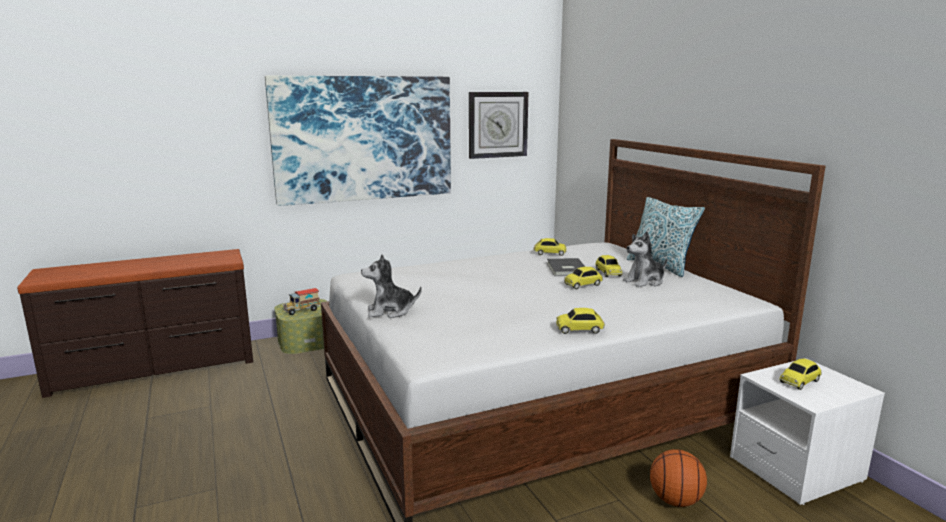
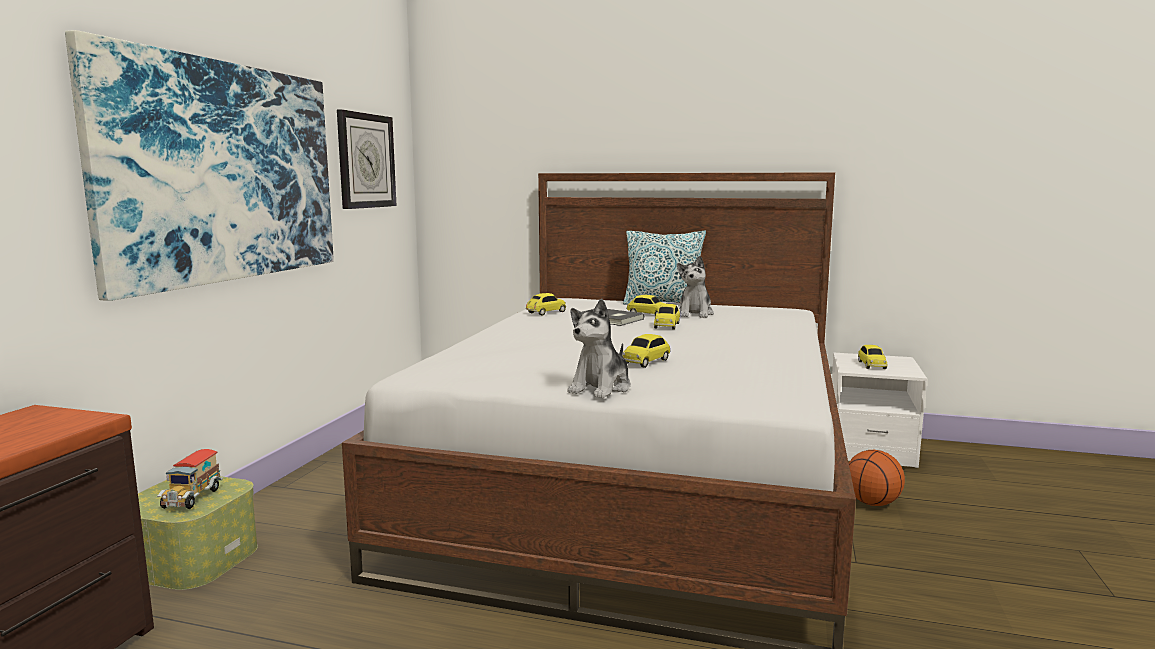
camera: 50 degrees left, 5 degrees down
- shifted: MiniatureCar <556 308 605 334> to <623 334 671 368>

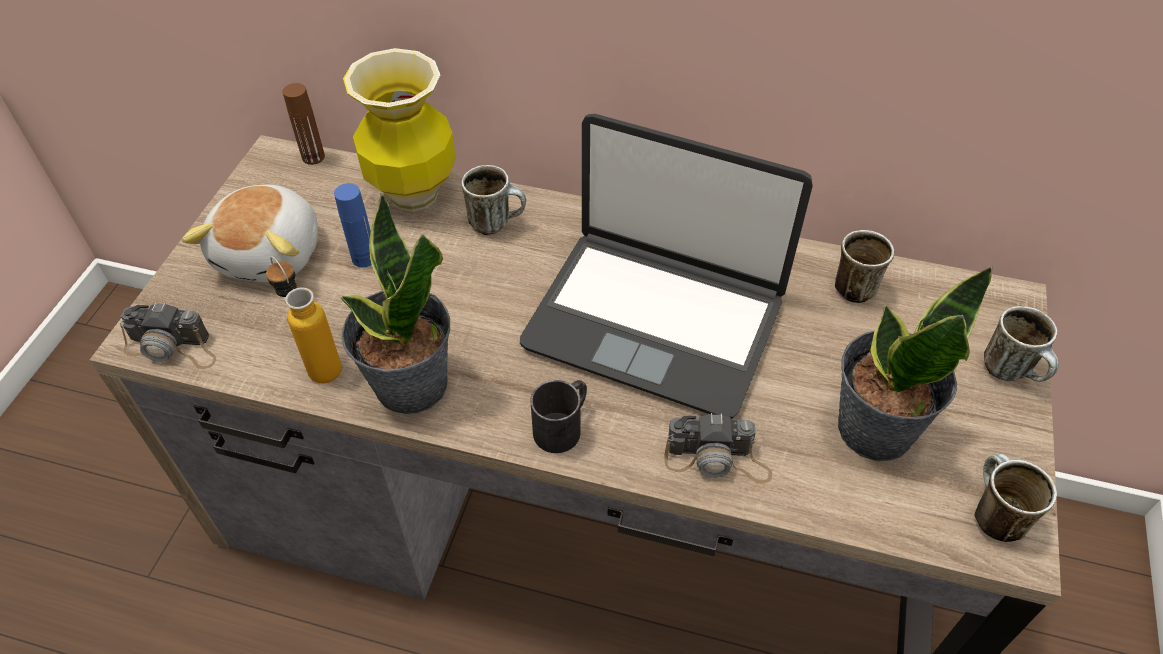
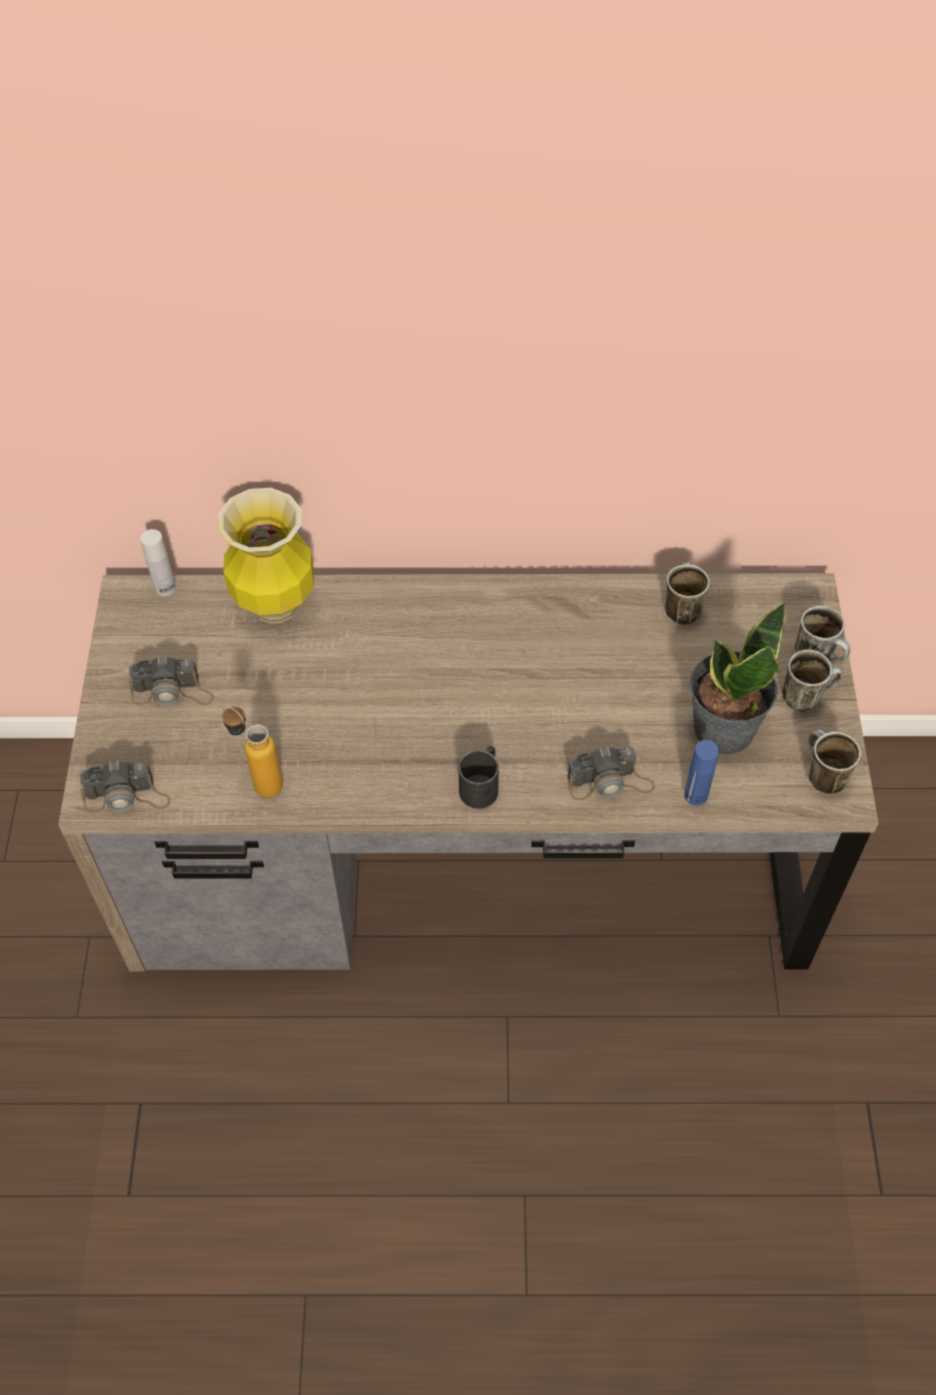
camera: 15 degrees left, 5 degrees up
- repainted: BrownColouredBeverageBottle <283 83 325 165> to WhiteColouredBeverageBottle <140 529 176 596>
- gone: PortableComputer <520 114 813 419>
- shifted: Mug <461 165 526 235> to <782 649 843 712>
- shifted: BluishBeverageBottle <334 183 372 267> to <684 740 719 806>
- swapped: CuddlyToy <182 185 318 282> to PhotoCamera <129 656 214 705>
- gone: PlantInAPot <340 193 450 414>

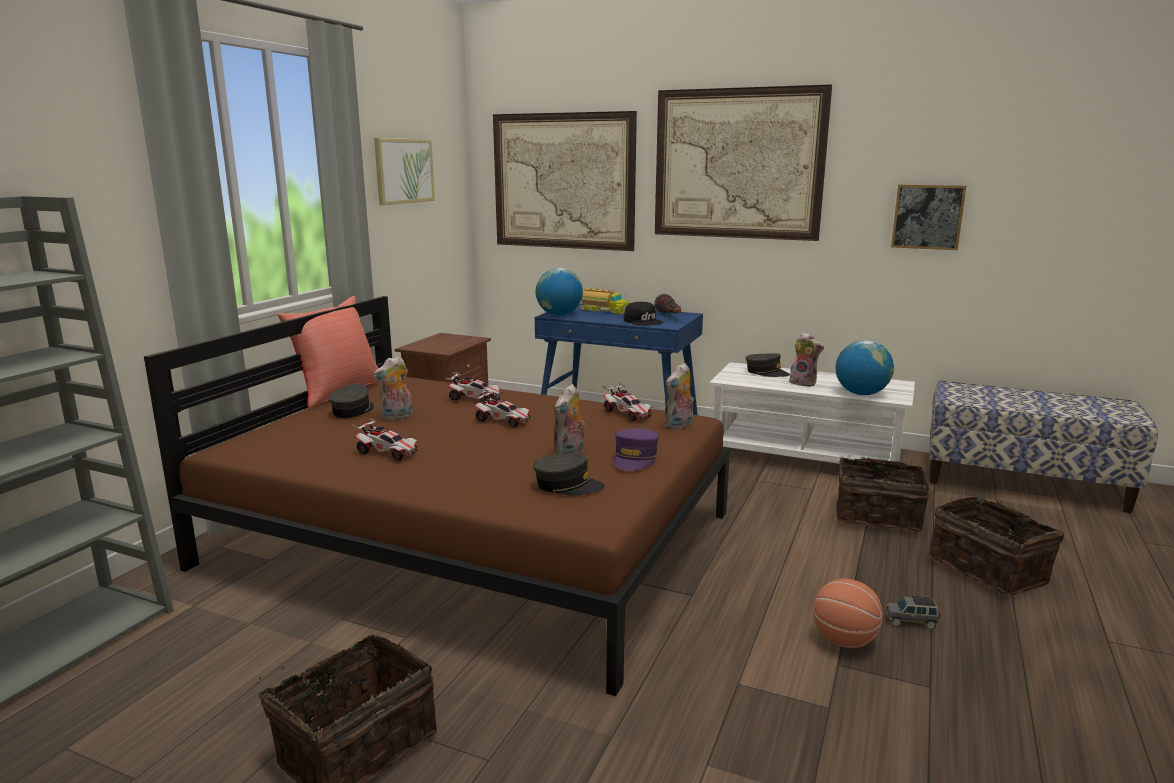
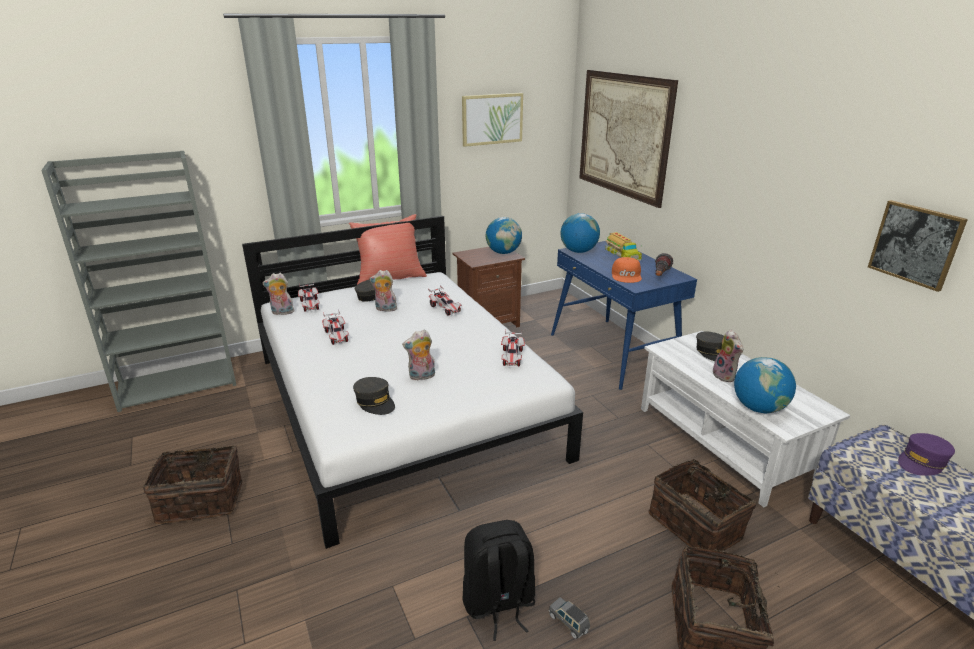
camera: 40 degrees right, 10 degrees up
- gone: Picture <655 84 832 241>
- repainted: BrownColouredSleepingBed <144 296 730 696> to WhiteColouredSleepingBed <242 216 583 549>
- repainted: BlackColouredBaseballCap <624 302 663 326> to OrangeBaseballCap <612 257 642 283>
- shifted: CuddlyToy <664 363 694 430> to <262 273 294 315>
- shifted: MiniatureCar <472 390 532 428> to <298 282 319 312>
- shifted: PurpleBaseballCap <613 428 659 471> to <898 433 955 476>
- swapped: Basketball <813 579 883 648> to BlackColouredBackpack <462 520 535 641>
- new: Globe <486 217 522 254>

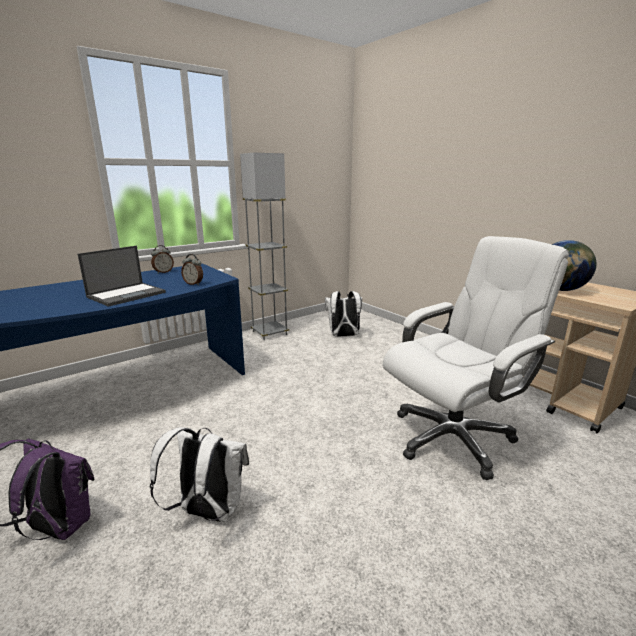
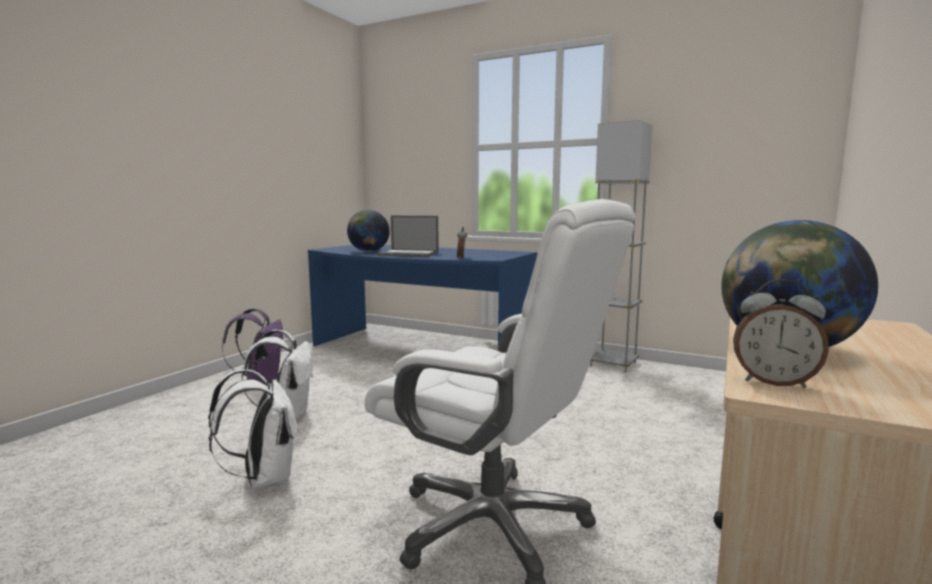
camera: 65 degrees right, 10 degrees down
- shifted: AlarmClock <151 245 174 273> to <733 279 829 388>
- shifted: WhiteColouredBackpack <325 291 362 337> to <208 369 297 490>
- new: Globe <347 210 390 252>

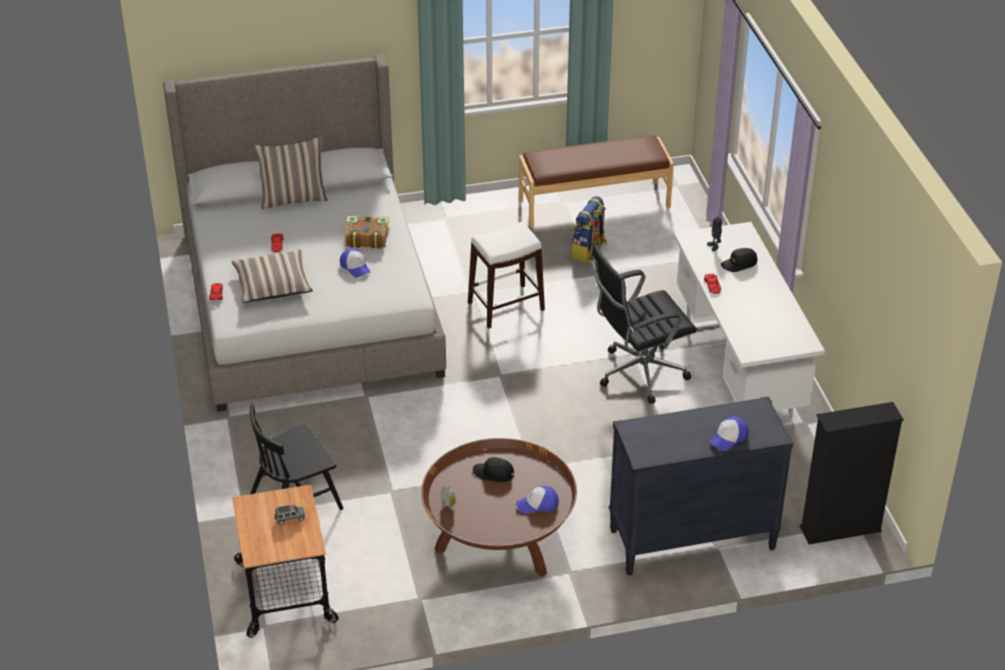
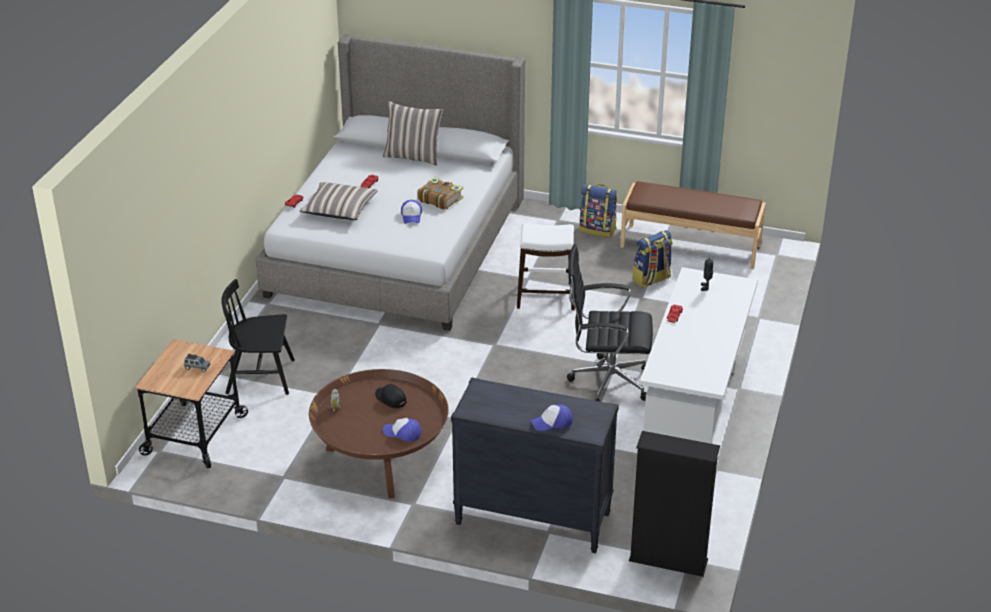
camera: 30 degrees right, 5 degrees down
- gone: BlackColouredBaseballCap <721 248 758 272>
- new: Backpack <579 184 617 238>

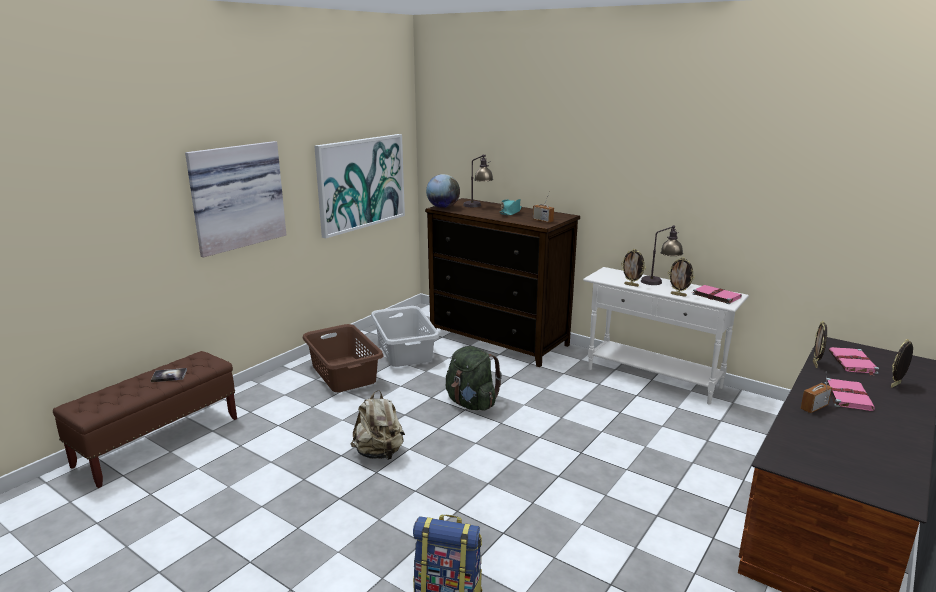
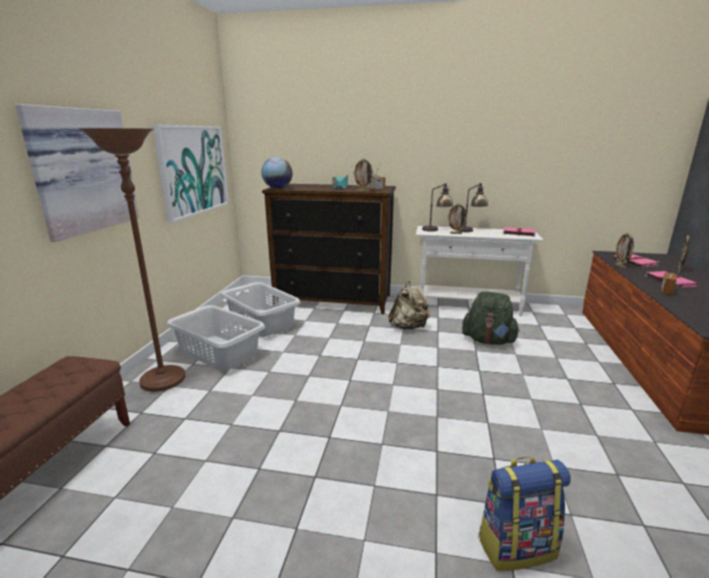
camera: 25 degrees left, 0 degrees up
- shifted: LampForATable <463 155 493 207> to <422 183 453 232>
- shifted: PhotoFrame <668 257 695 297> to <353 158 374 191>
- repainted: BrownColouredHamper <303 324 384 392> to GrayHamper <167 305 265 371>
- shifted: GreenColouredBackpack <446 346 502 411> to <462 291 520 345>
- gone: Volume <151 368 187 382>
- shifted: BeigeBackpack <350 390 405 460> to <388 281 431 329>
- new: BrownColouredStandardLamp <78 128 185 392>

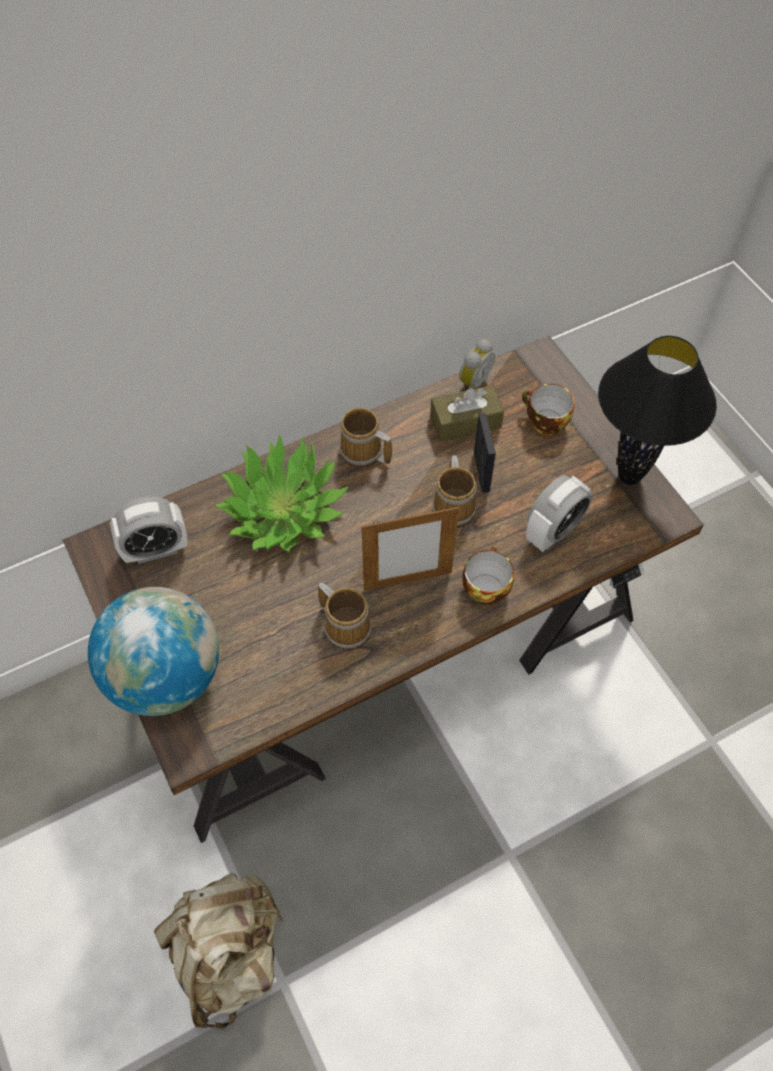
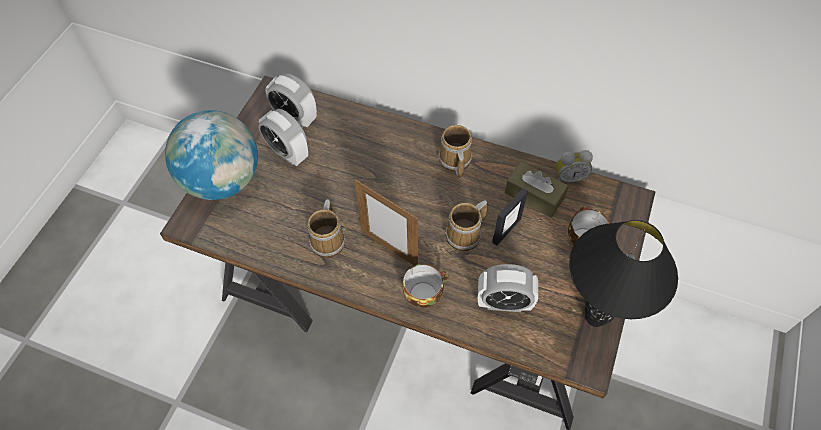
camera: 50 degrees right, 0 degrees up
- gone: PlantInAPot <214 434 349 552>
- gone: BeigeBackpack <154 873 283 1030>
- new: AlarmClock <258 109 308 166>

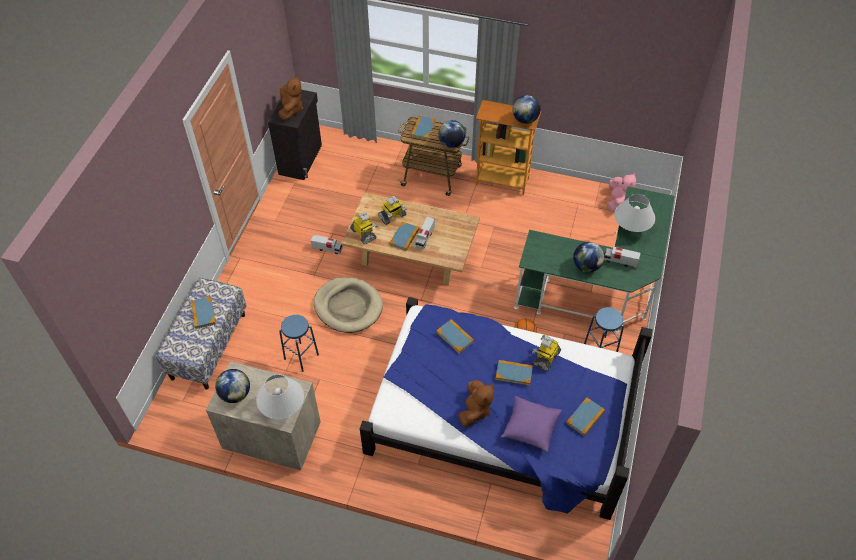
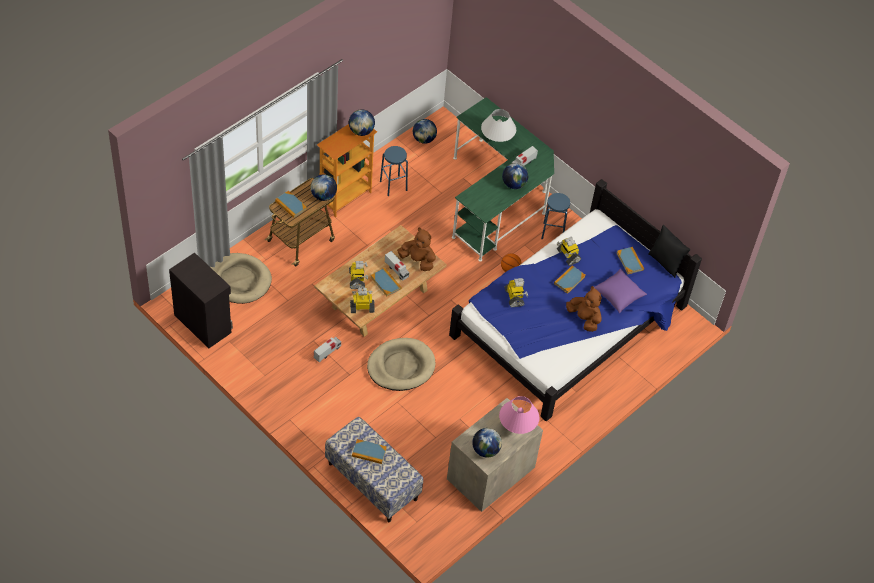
camera: 65 degrees left, 0 degrees up
- shifted: BrownColouredCuddlyToy <278 76 303 120> to <397 227 436 271>
- swapped: PinkColouredCuddlyToy <607 172 636 212> to Globe <413 119 437 144>
- shifted: BluishStool <279 315 319 372> to <380 146 408 196>
- swapped: Volume <436 319 474 353> to RobotFigure <505 278 528 307>
- repainted: WhiteColouredLampForATable <256 374 304 419> to PinkColouredLampForATable <499 396 539 434>
- new: BlackColouredCushion <648 225 690 278>
- new: BeigePetBed <211 253 272 304>

